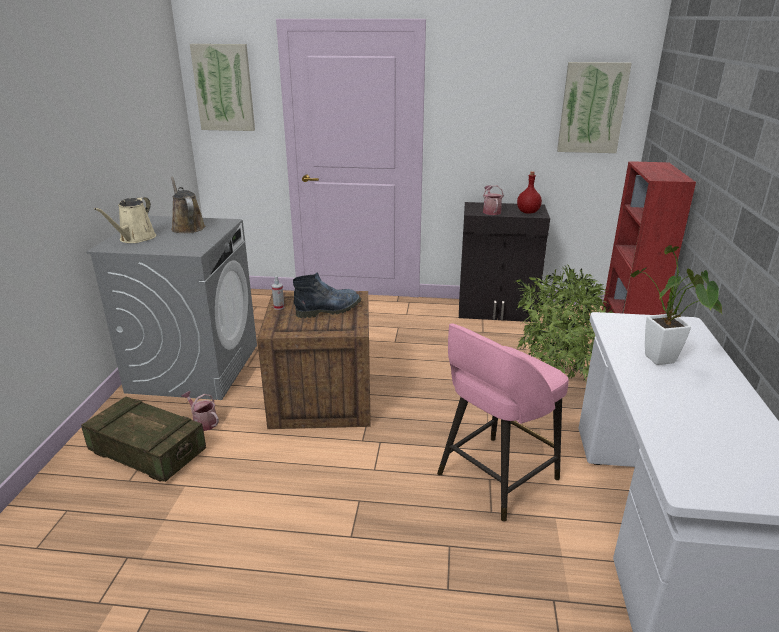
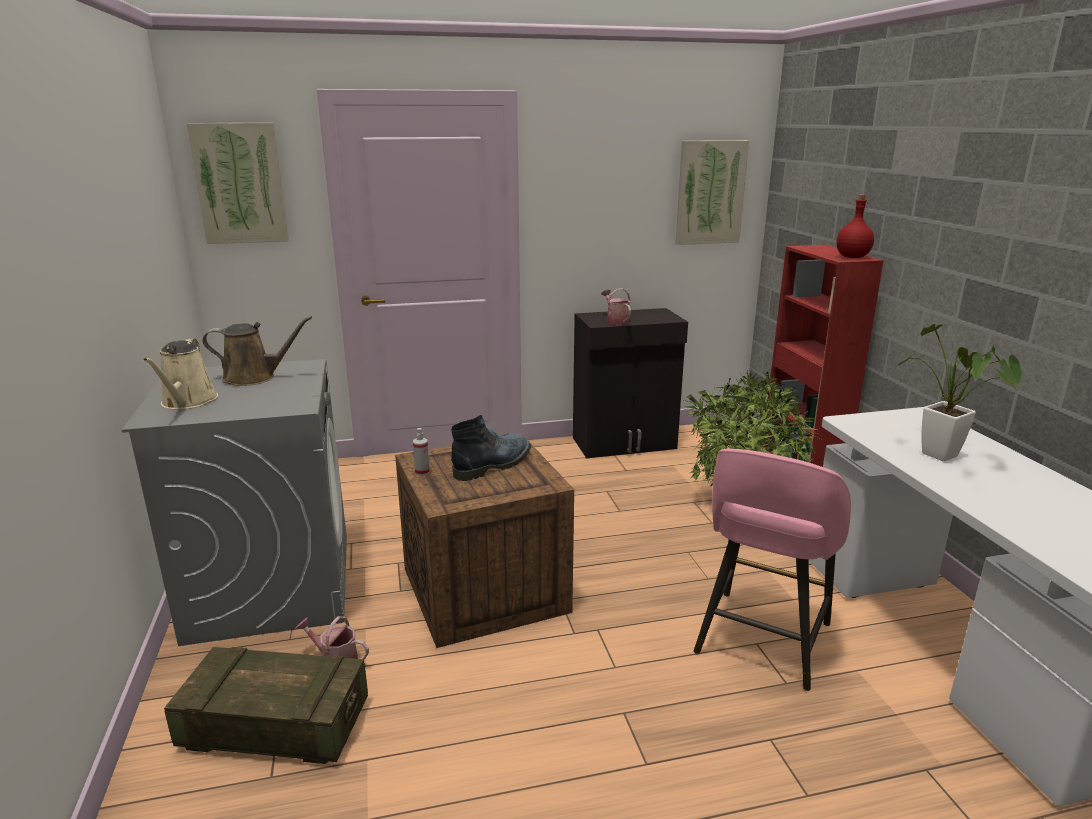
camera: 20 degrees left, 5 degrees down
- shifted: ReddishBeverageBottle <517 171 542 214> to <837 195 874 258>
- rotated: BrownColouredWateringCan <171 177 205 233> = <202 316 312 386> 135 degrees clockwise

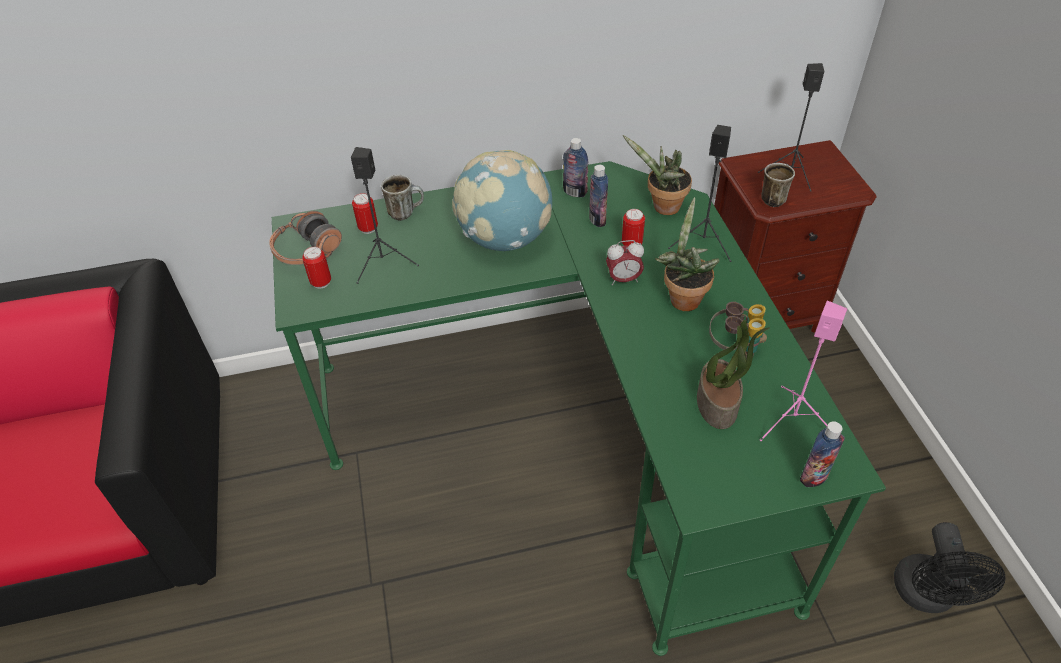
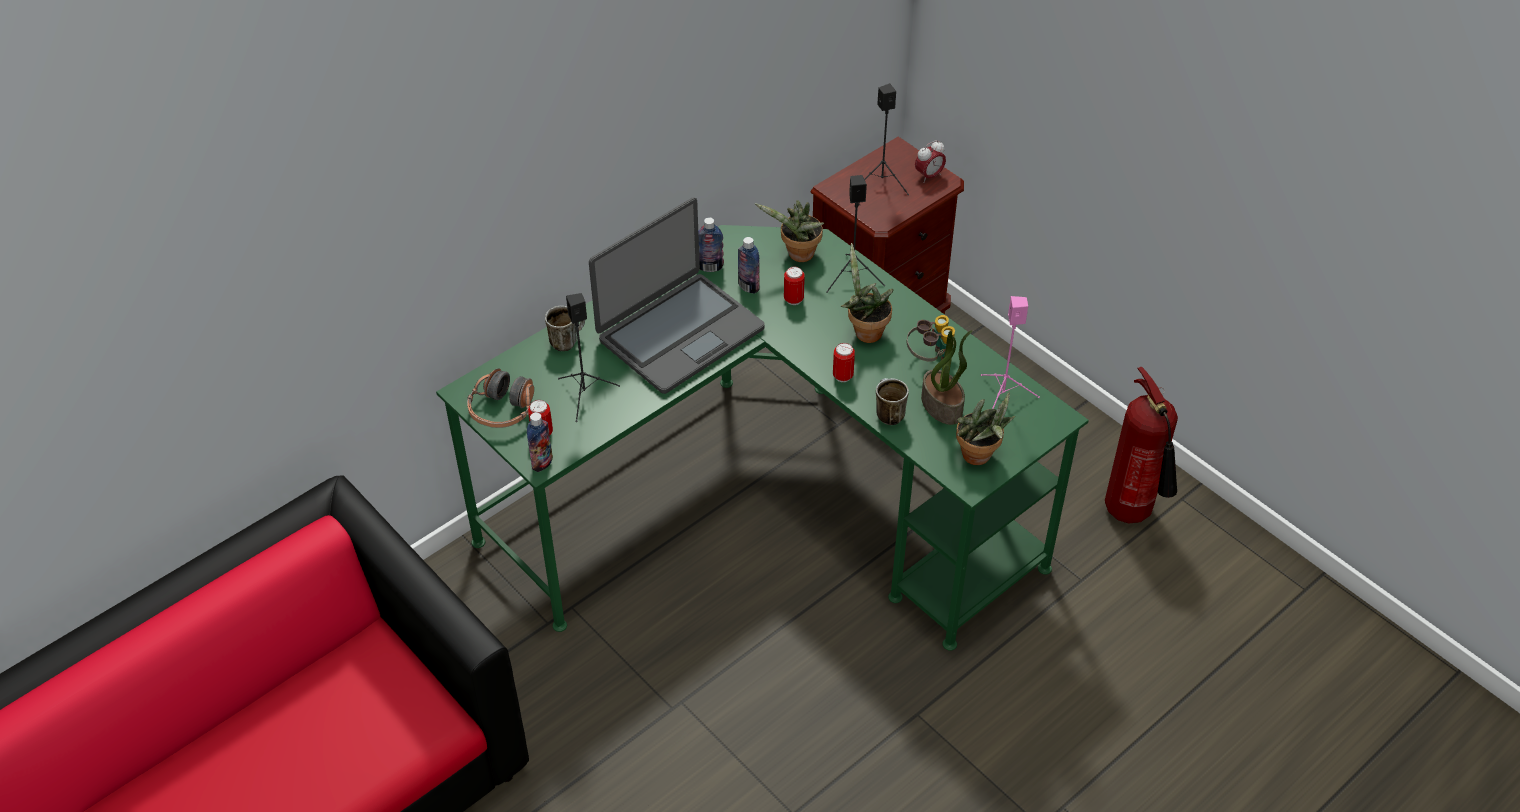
camera: 30 degrees left, 0 degrees up
- swapped: Globe <452 149 552 251> to PortableComputer <589 197 765 394>
- shifted: Mug <761 163 795 207> to <876 378 909 425>
- shifted: SealedCan <352 193 378 234> to <833 343 855 382>
- shifted: AlarmClock <606 240 644 285> to <915 140 946 183>
- shifted: BeverageBottle <800 421 845 487> to <527 412 553 472>
- swapped: BlackColouredElectricFan <894 522 1005 613> to FireExtinguisher <1105 367 1178 524>
- new: PlantInAPot <956 391 1015 465>

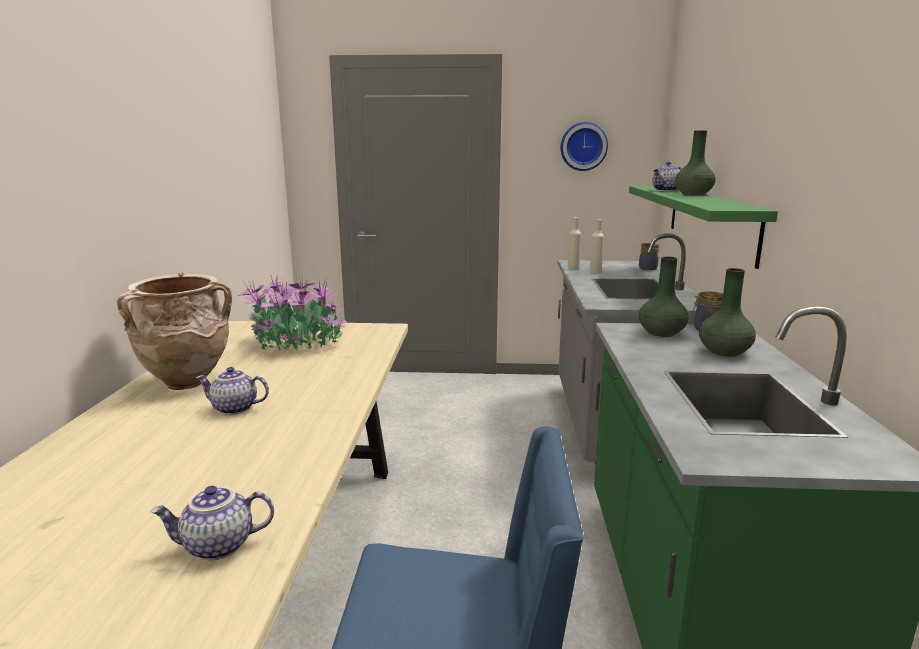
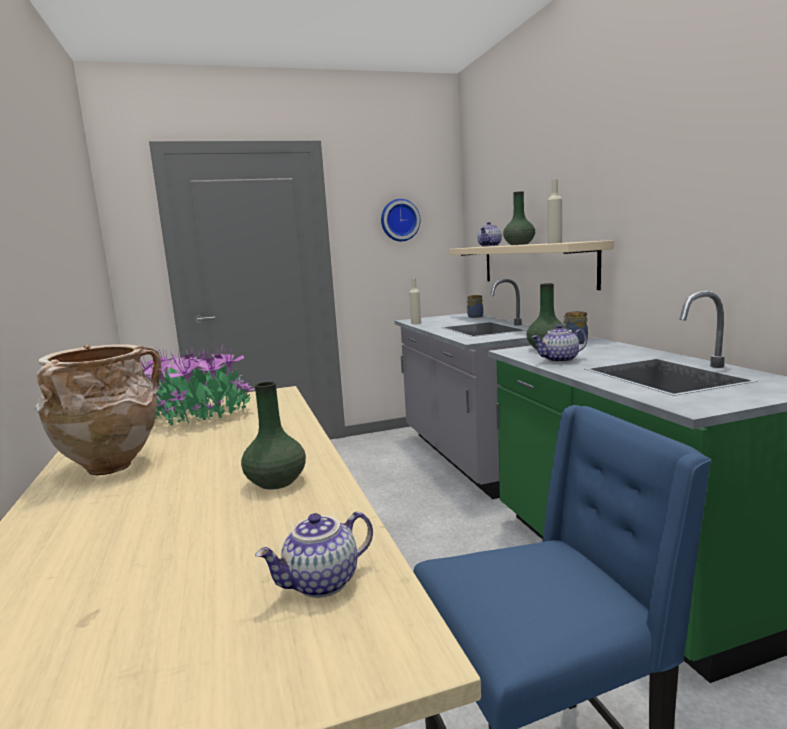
camera: 20 degrees left, 5 degrees down
- repainted: GreenColouredWallShelf <629 186 778 269> to BeigeWallShelf <449 240 614 290>
- shifted: BeigeBeverageBottle <590 220 604 273> to <548 179 562 244>
- shifted: GreenColouredDecorativeVase <699 268 756 357> to <241 382 306 490>
- shifted: Teapot <196 367 269 415> to <532 324 587 363>

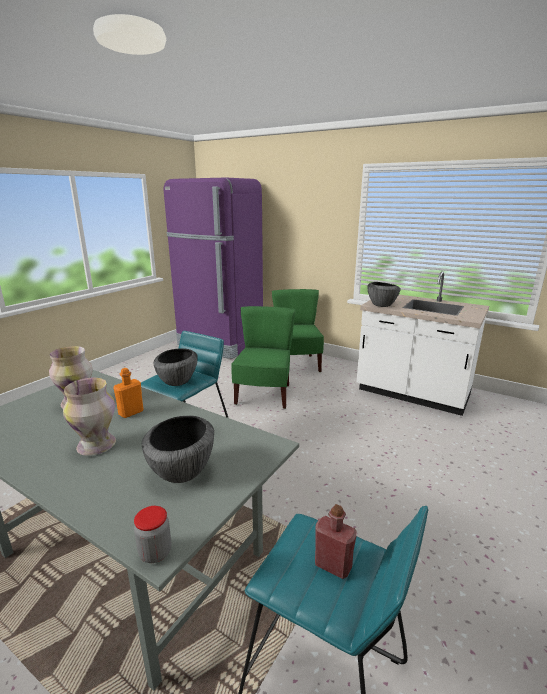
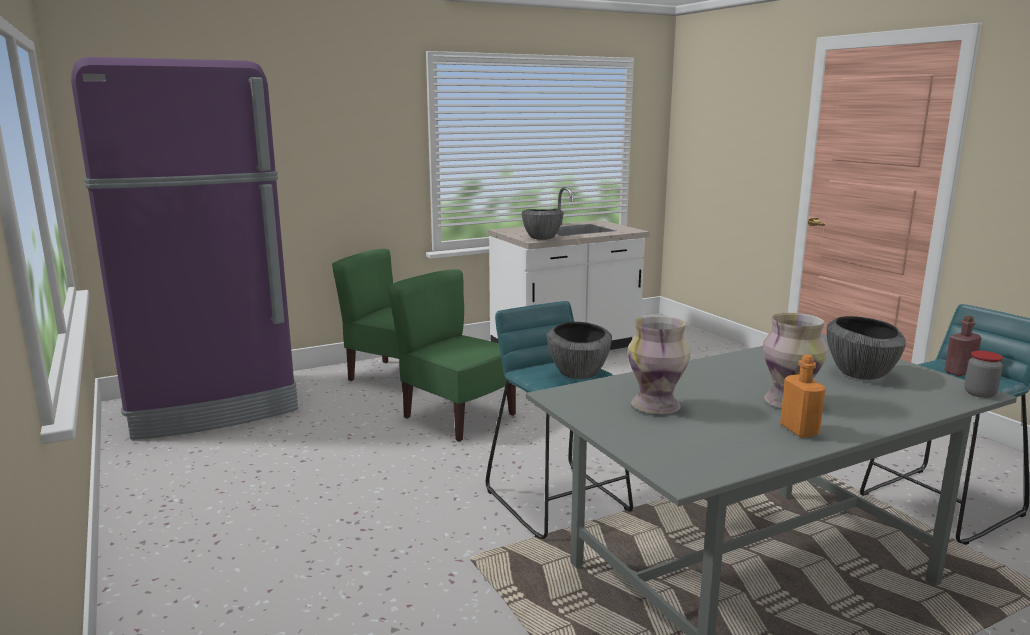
camera: 60 degrees left, 5 degrees down
- shifted: OrangeBeverageBottle <113 368 143 418> to <780 354 826 438>

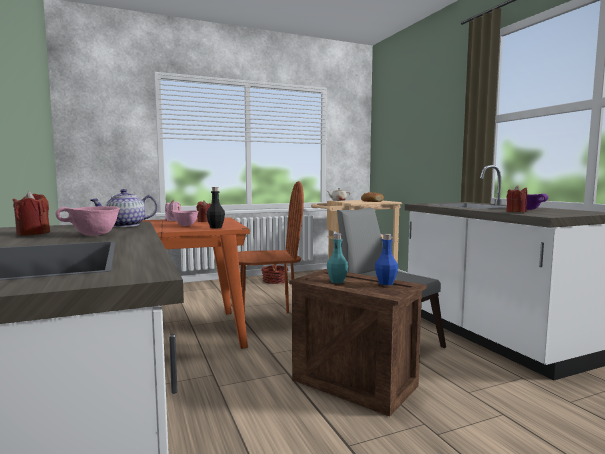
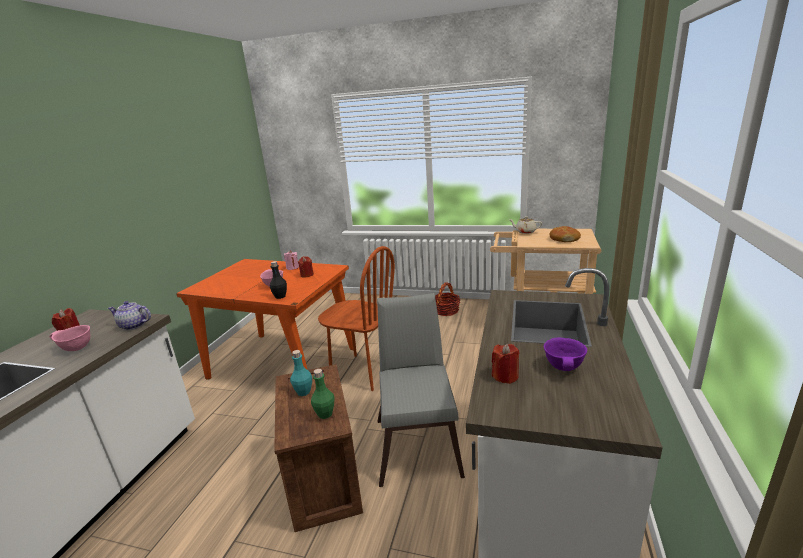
camera: 40 degrees right, 15 degrees up
- repainted: BluishBeverageBottle <375 234 398 285> to GreenColouredBeverageBottle <311 369 335 419>

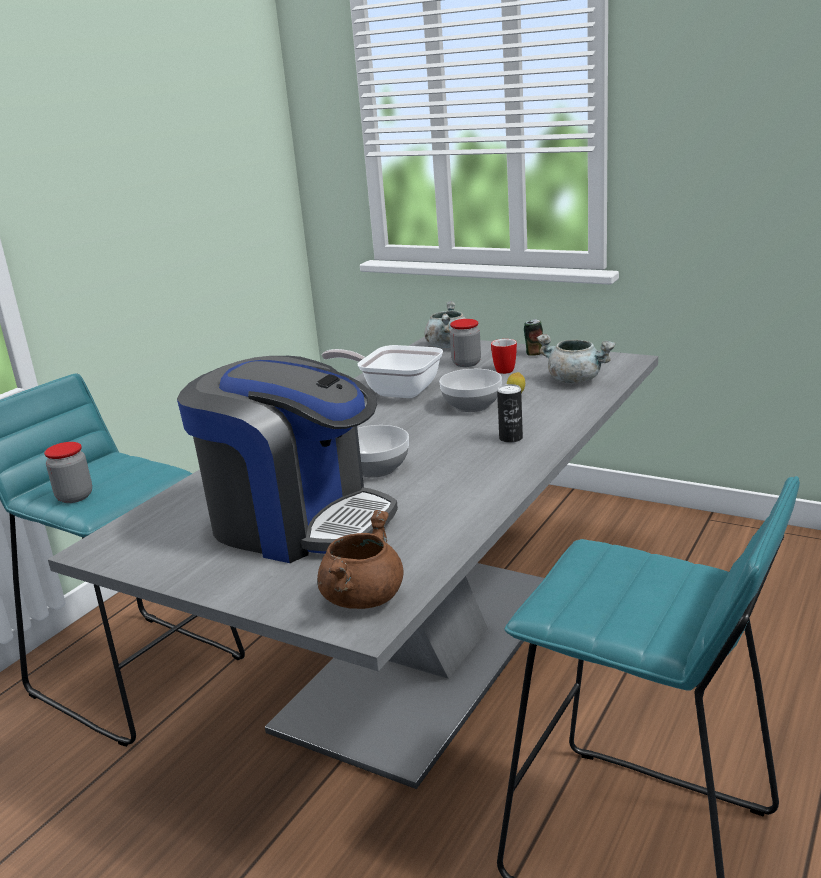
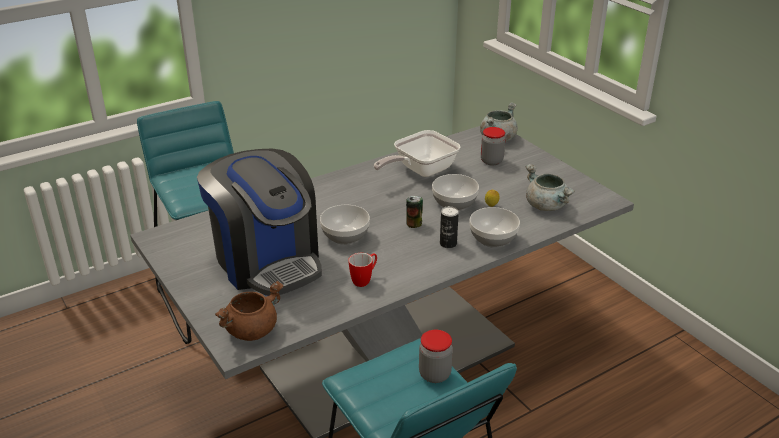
camera: 25 degrees right, 10 degrees up
- shifted: SealedCan <524 319 543 356> to <406 196 423 228>
- shifted: Mug <491 339 517 374> to <348 253 377 287>
- rotated: FryingPan <322 345 443 398> = <374 130 460 177> 90 degrees counterclockwise
- shifted: Jar <44 442 92 503> to <419 330 453 383>
- new: ServingBowl <470 207 520 248>

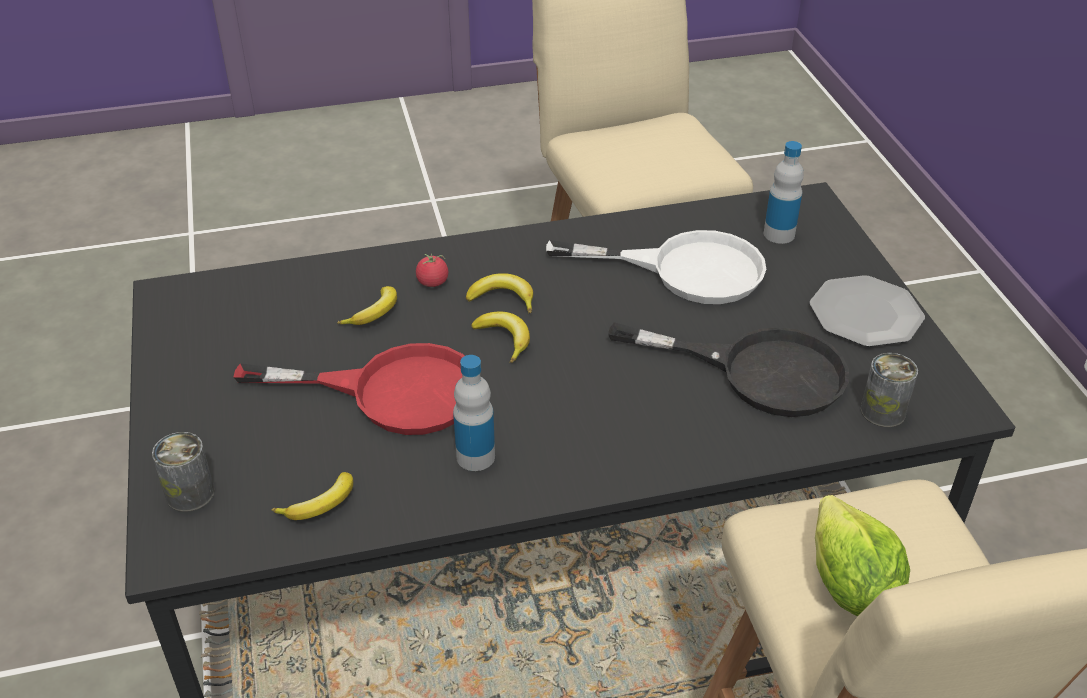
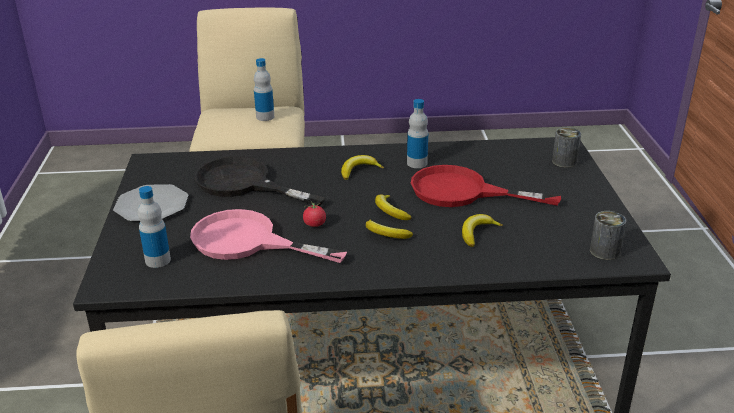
camera: 170 degrees left, 10 degrees down
- repainted: WhiteColouredFryingPan <546 230 766 304> to PinkColouredFryingPan <190 209 347 263>
- shifted: Tomato <416 254 448 287> to <303 201 326 227>
- shifted: SealedCan <861 353 918 427> to <590 211 626 260>
- shifted: WholeBanana <272 472 353 520> to <341 155 384 180>
- swapped: LettuceHead <815 495 910 617> to BeverageBottle <254 58 274 121>

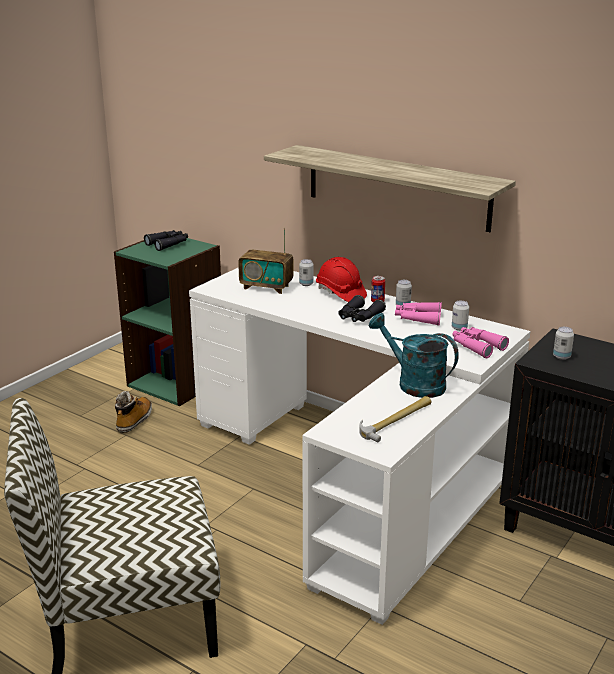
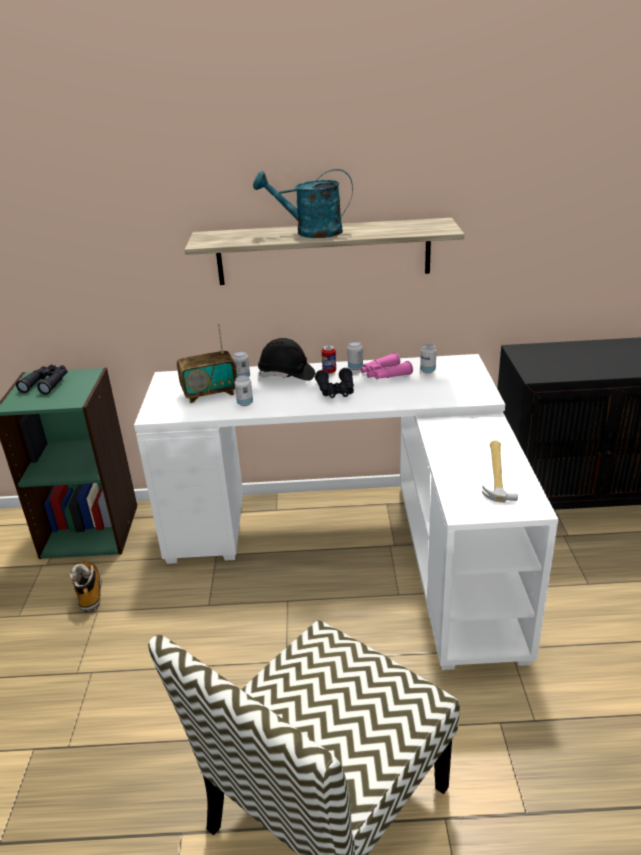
camera: 35 degrees left, 5 degrees up
- repainted: ReddishHardHat <316 257 367 302> to BlackColouredHardHat <258 338 315 381>
- shifted: TurquoiseWateringCan <369 313 459 398> to <253 169 353 238>
- gone: PinkColouredFieldGlasses <452 327 509 358>
- shifted: SealedCan <553 327 574 360> to <235 375 253 406>

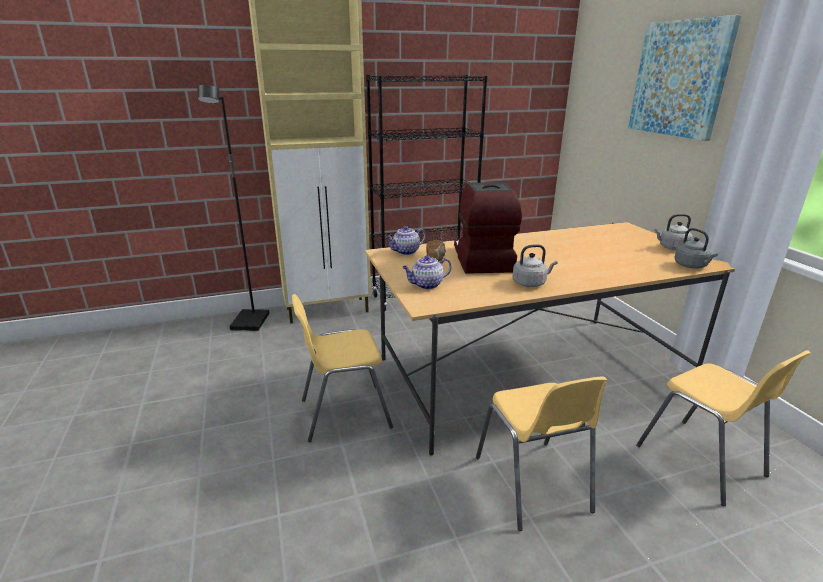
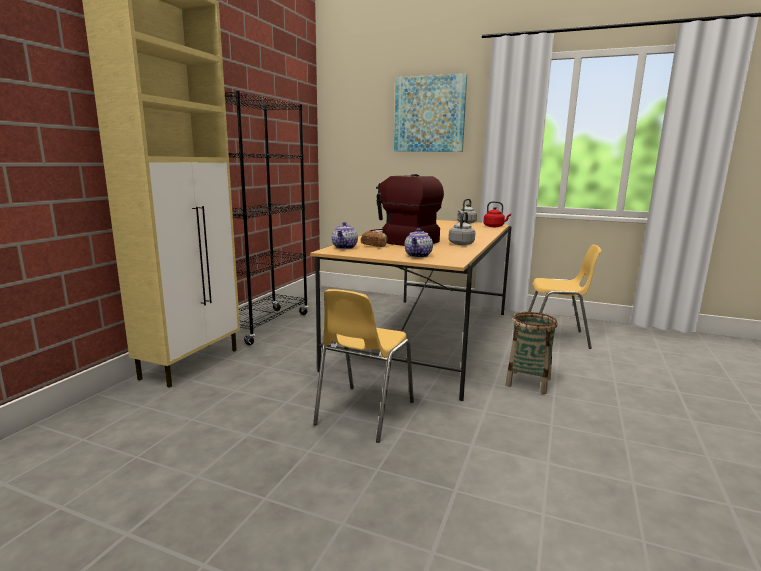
camera: 50 degrees left, 10 degrees down
- gone: BlackColouredStandardLamp <197 85 269 331>
- repainted: GrayTeaKettle <674 228 718 268> to ReddishTeaKettle <483 201 511 227>
- swapped: YellowishChair <476 376 608 531> to StorageBasket <506 312 558 394>

